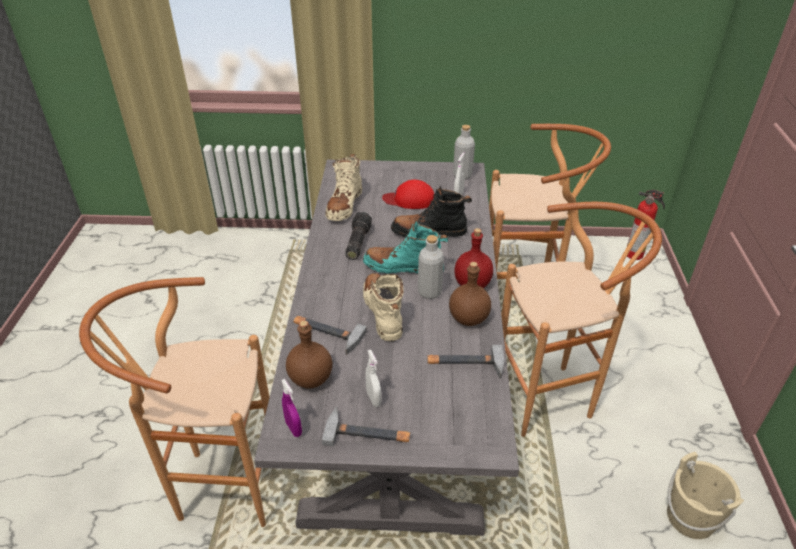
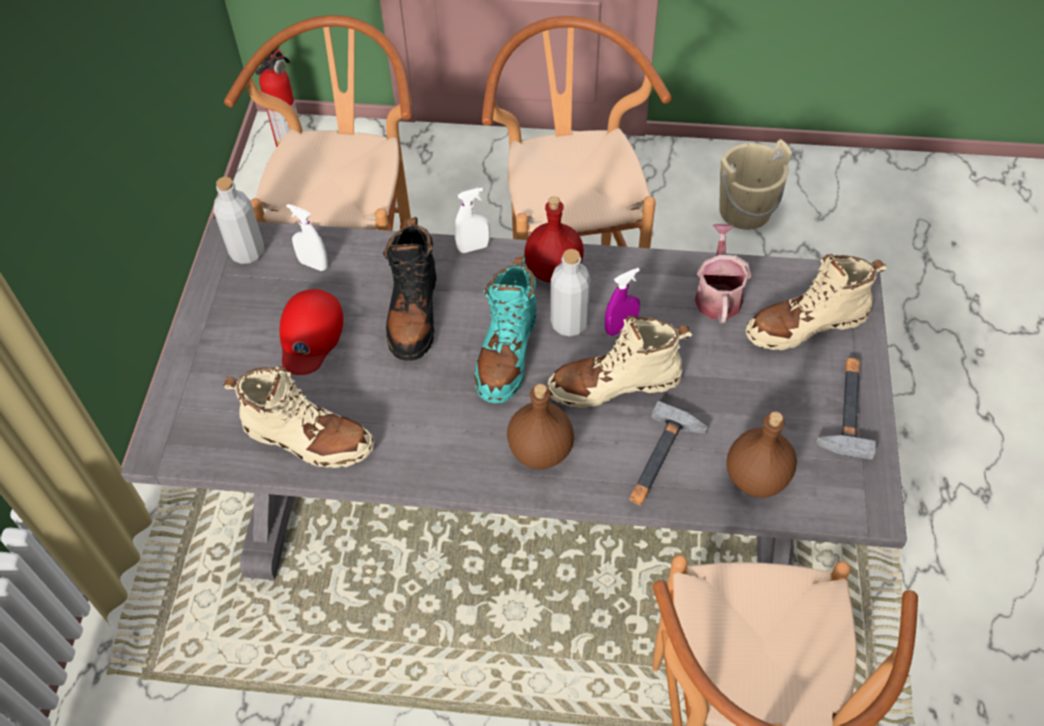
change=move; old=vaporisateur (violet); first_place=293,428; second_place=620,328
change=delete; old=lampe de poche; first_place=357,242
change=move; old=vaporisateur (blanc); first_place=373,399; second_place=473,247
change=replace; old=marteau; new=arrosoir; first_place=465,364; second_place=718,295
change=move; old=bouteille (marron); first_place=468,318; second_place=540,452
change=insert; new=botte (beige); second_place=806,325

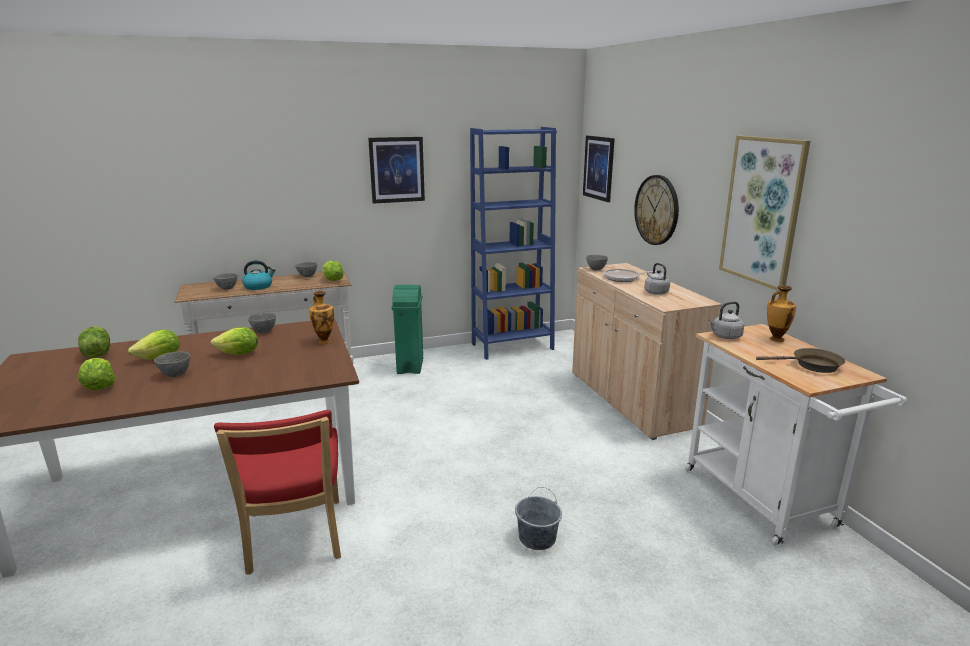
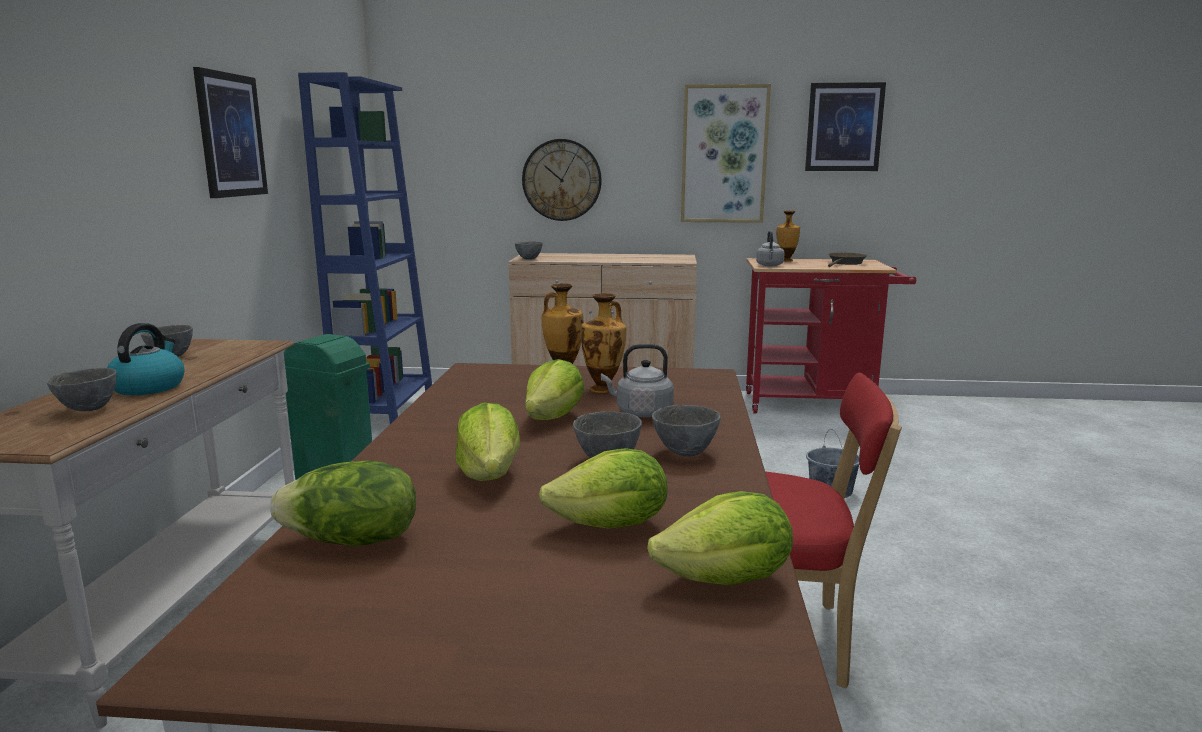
change=move; old=bol (gris); first_place=263,332; second_place=686,453
change=move; old=laitue; first_place=332,280; second_place=727,581
change=move; old=tableau; first_place=598,168; second_place=844,127
change=delete; old=poêle; first_place=623,278
change=move; old=bouilloire (gris); first_place=655,292; second_place=641,413
change=recolor; old=chariot (blanc); new=chariot (rouge); first_place=766,503; second_place=816,404
change=insert; new=vase; second_place=603,389

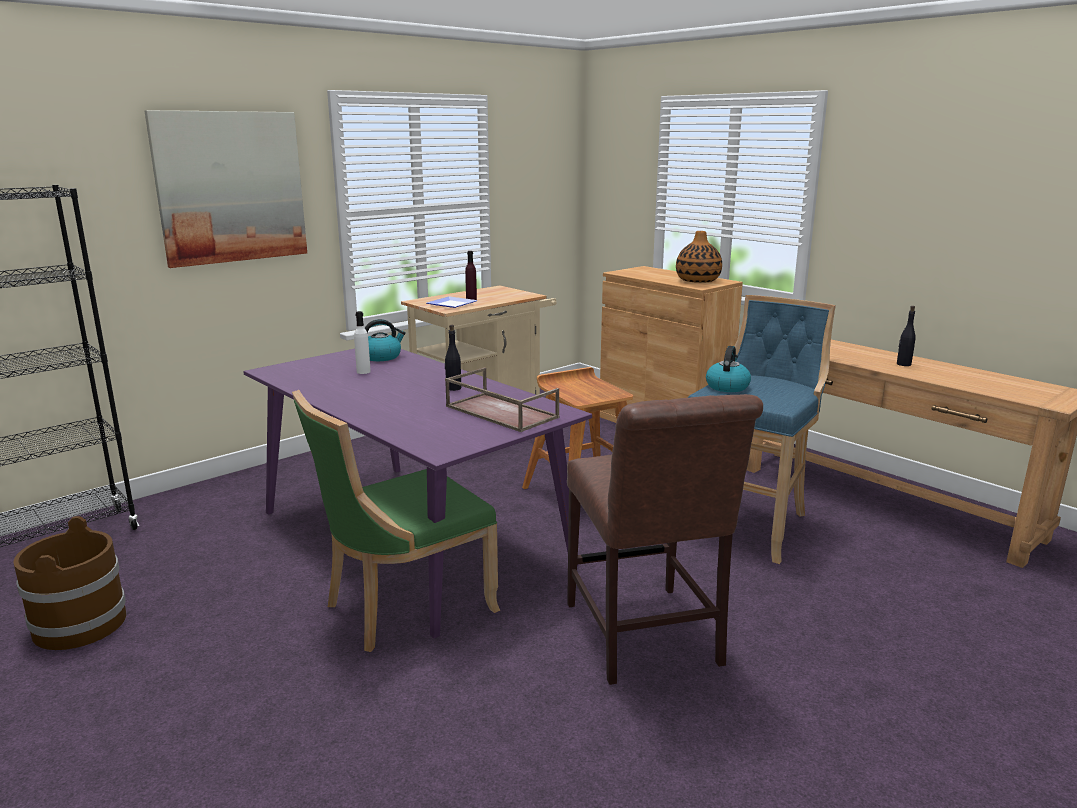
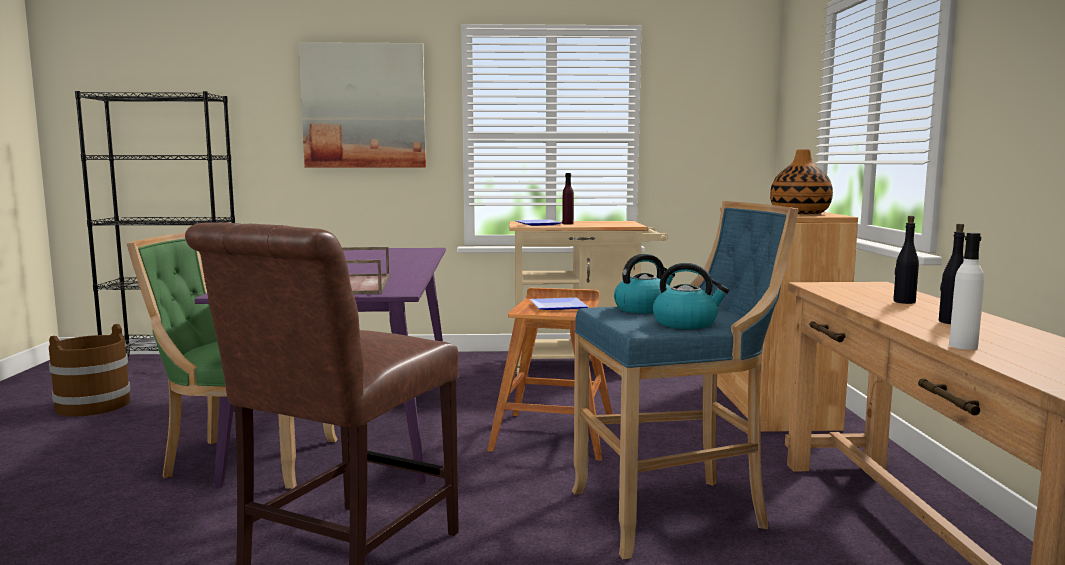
change=move; old=bouteille (blanc); first_place=363,371; second_place=963,346
change=move; old=bouilloire; first_place=382,357; second_place=686,323
change=move; old=bouteille (noir); first_place=453,388; second_place=904,302
change=insert; new=assiette; second_place=560,307

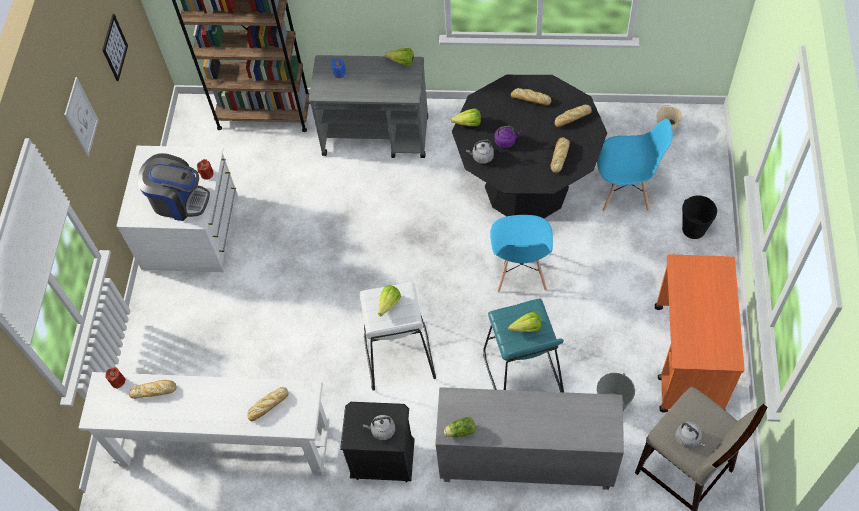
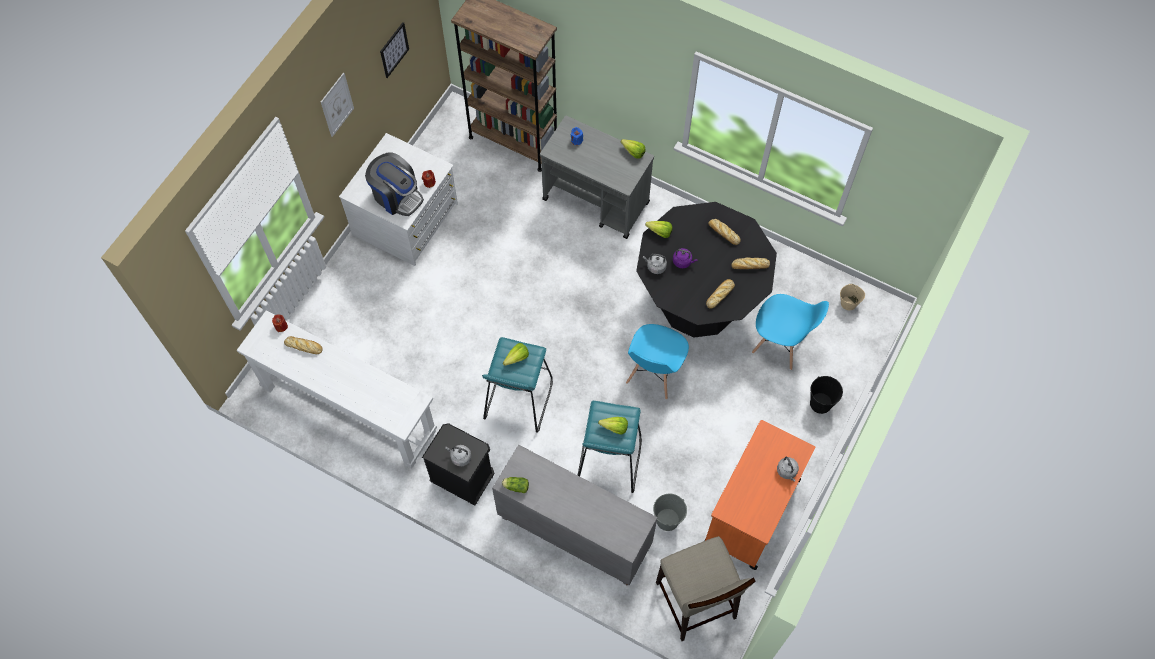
change=delete; old=pain; first_place=267,406
change=recolor; old=tabouret (blanc); new=tabouret (turquoise); first_place=398,356; second_place=518,400
change=move; old=bouilloire (gris); first_place=688,439; second_place=787,471

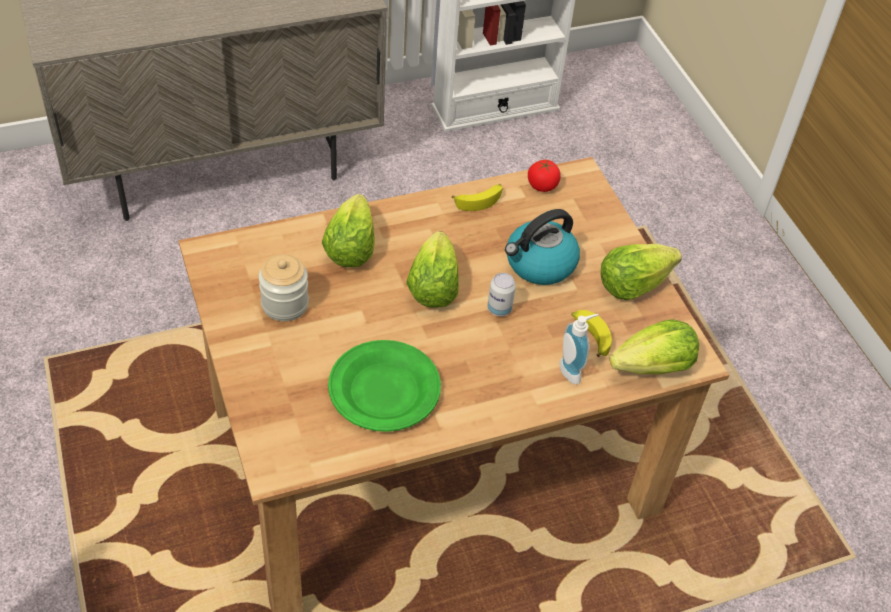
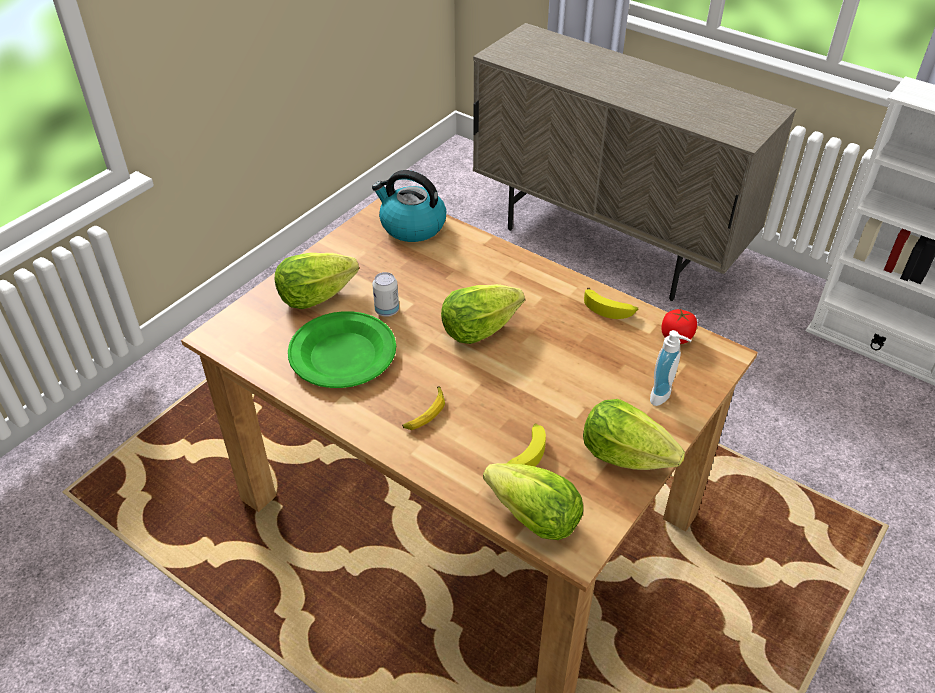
change=delete; old=bocal; first_place=285,304
change=move; old=laitue; first_place=350,249; second_place=315,296
change=move; old=boîte métallique; first_place=499,309; second_place=387,310
change=move; old=bouilloire; first_place=539,264; second_place=411,226
change=move; old=distributeur de savon; first_place=573,370; second_place=664,396
change=insert; new=banane; second_place=425,413

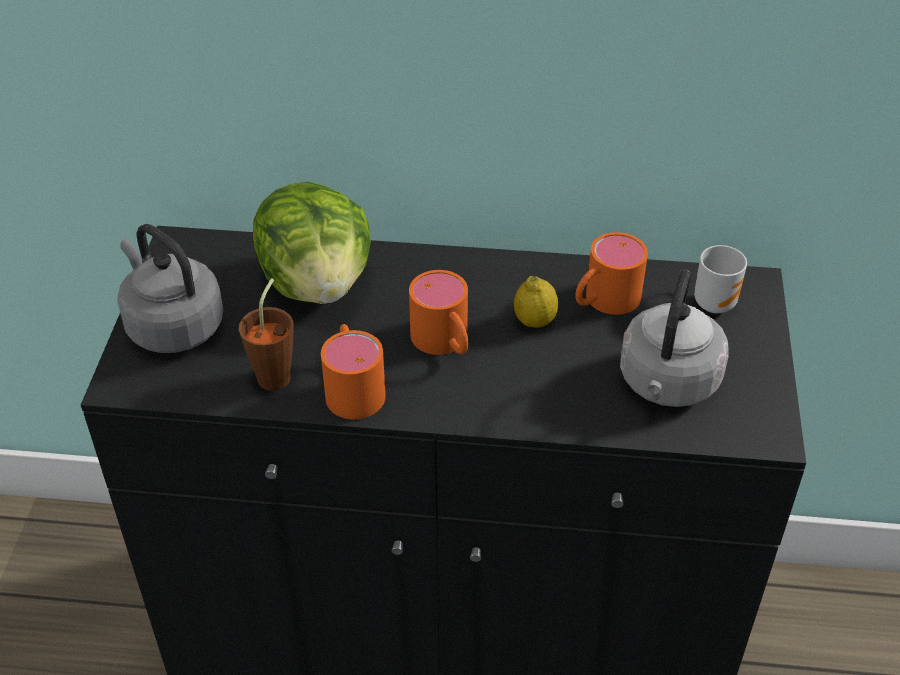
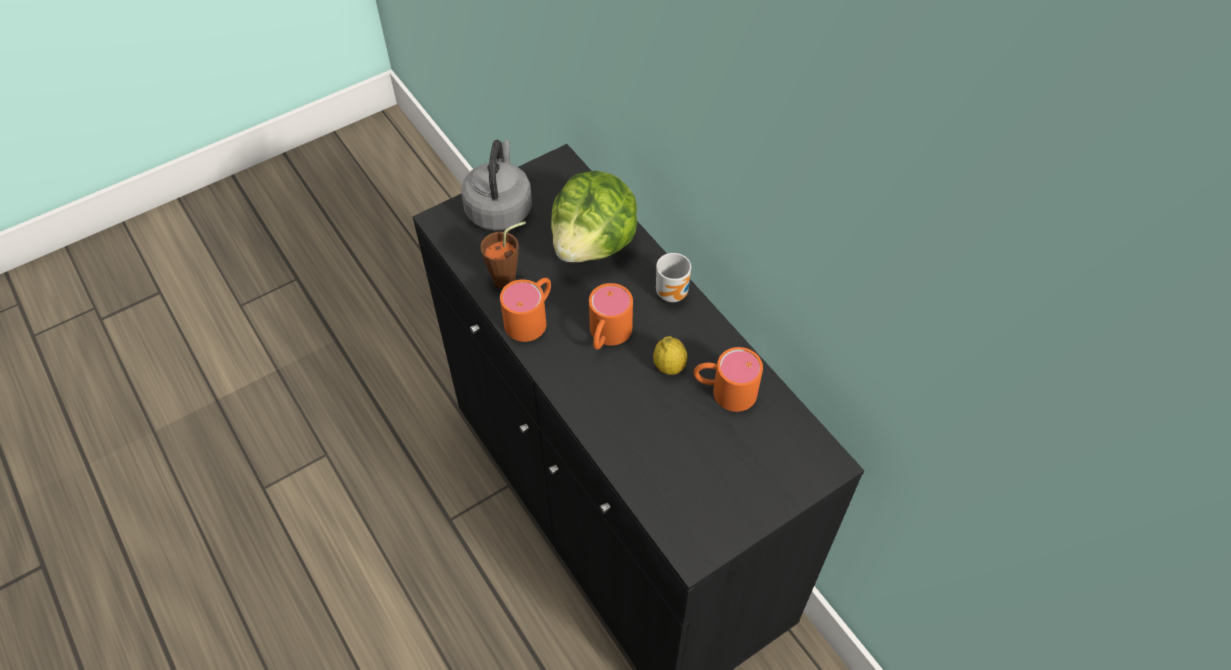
change=delete; old=bouilloire (gris); first_place=667,384
change=move; old=mug; first_place=714,302; second_place=674,293

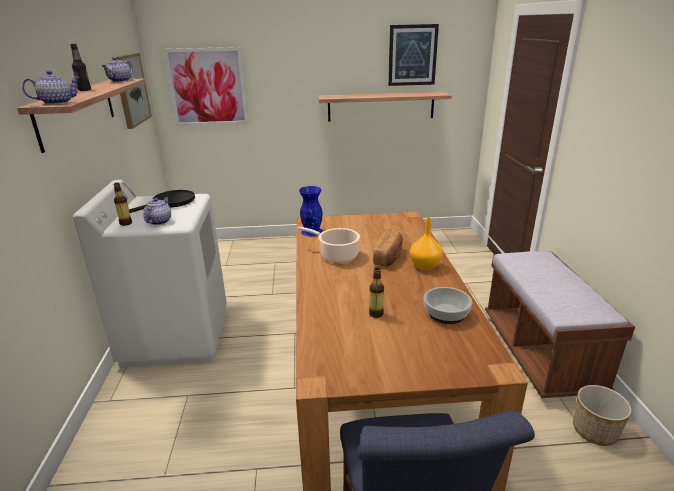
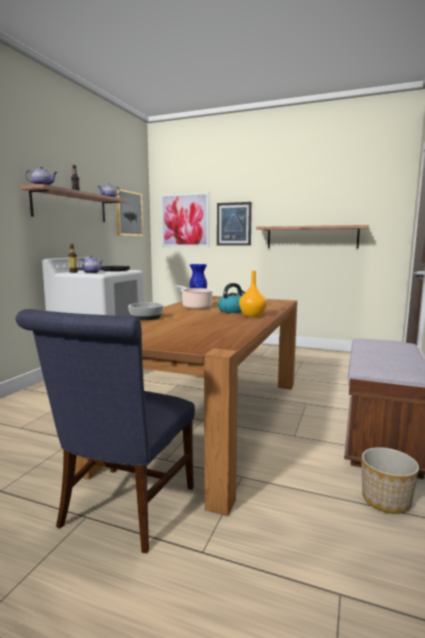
change=delete; old=bouteille; first_place=376,314
change=replace; old=pain; new=bouilloire; first_place=389,257; second_place=232,311
change=move; old=tableau; first_place=412,55; second_place=234,224
change=move; old=bol; first_place=445,313; second_place=146,317

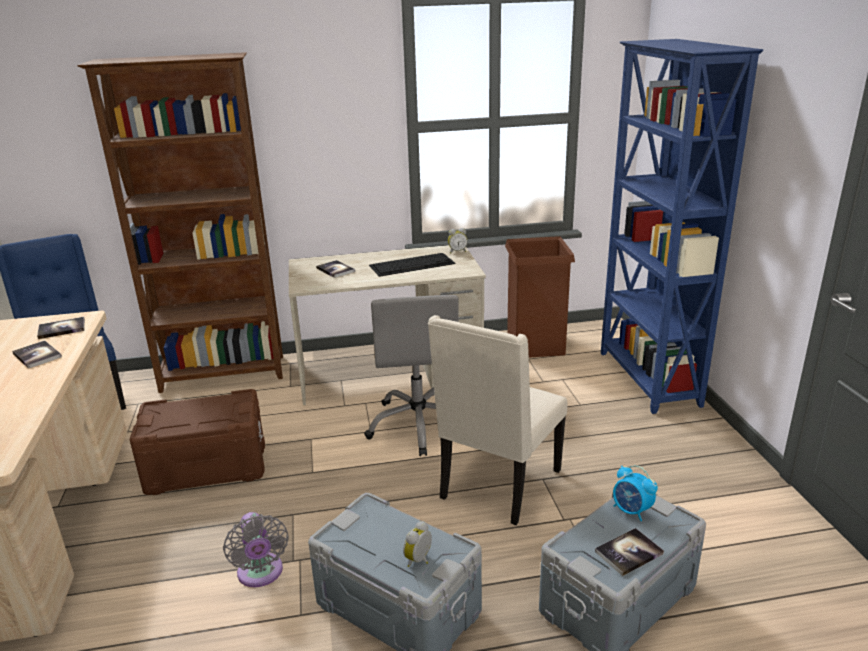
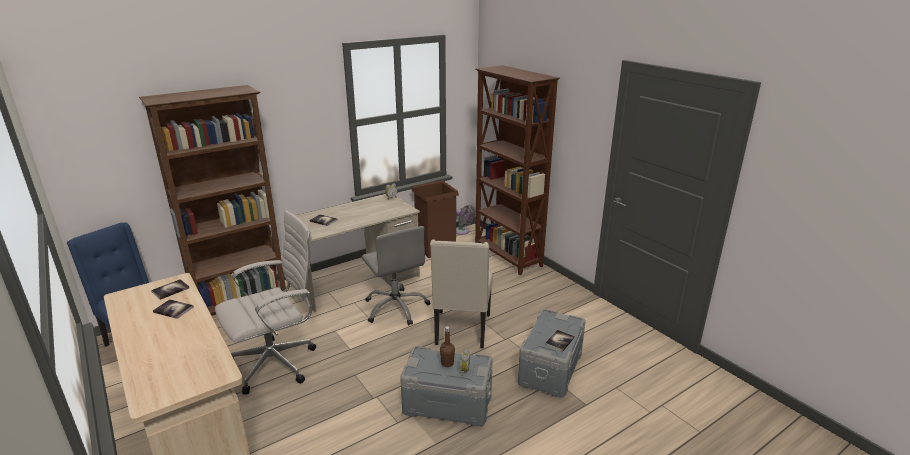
change=replace; old=boîte de rangement (marron); new=chaise de bureau (blanc); first_place=207,468; second_place=278,363
change=move; old=ventilateur (gris); first_place=261,574; second_place=462,231
change=delete; old=clavier; first_place=412,264
change=recolor; old=bibliothèque (bleu); new=bibliothèque (marron); first_place=647,379; second_place=507,257
change=delete; old=réveil; first_place=631,511
change=insert; new=bouteille (marron); second_place=447,363

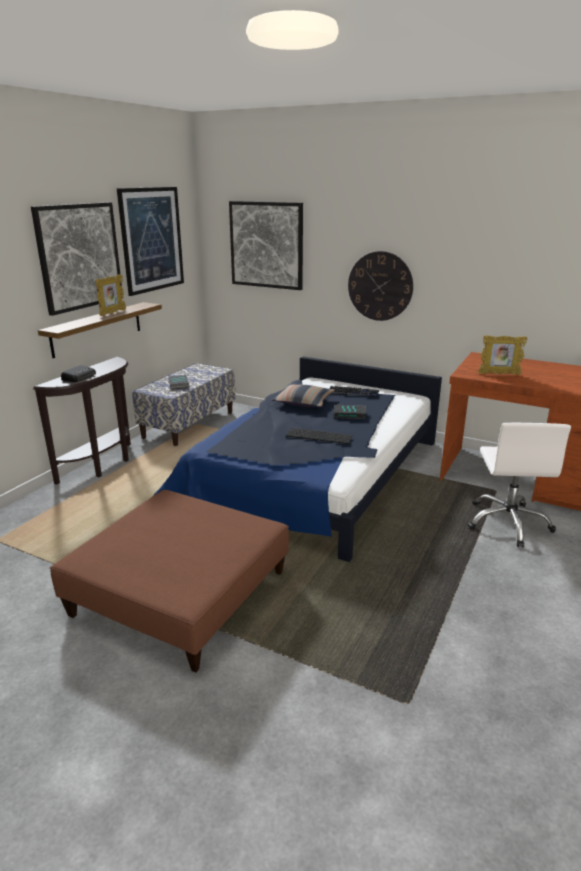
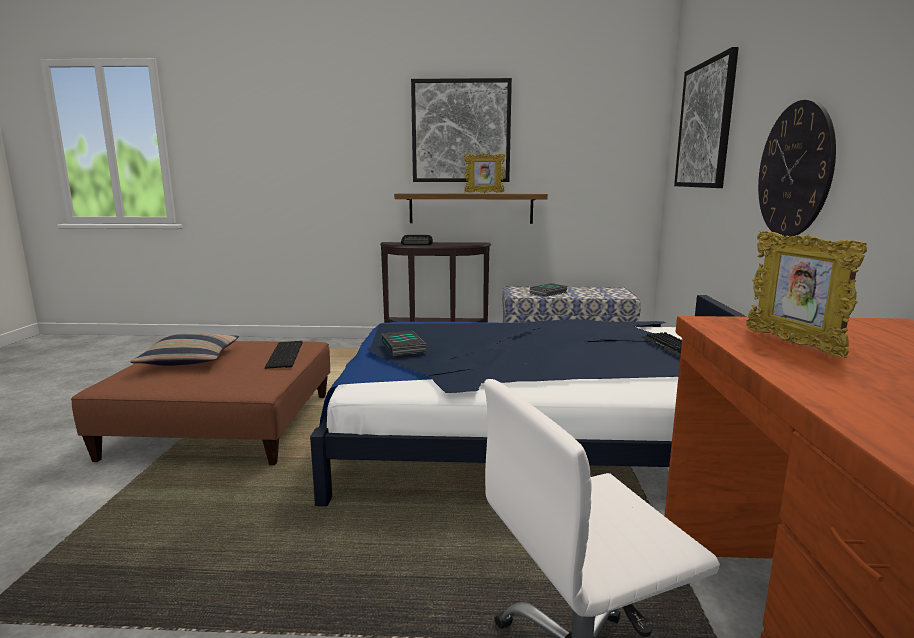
change=delete; old=tableau; first_place=152,240
change=move; old=coussin; first_place=304,402; second_place=190,360
change=move; old=clavier; first_place=320,436; second_place=286,354
change=move; old=livre; first_place=349,414; second_place=404,347

